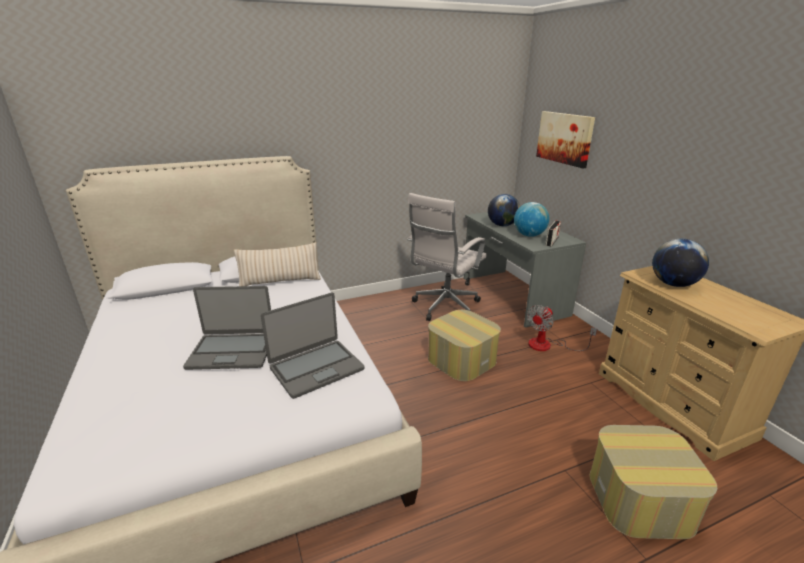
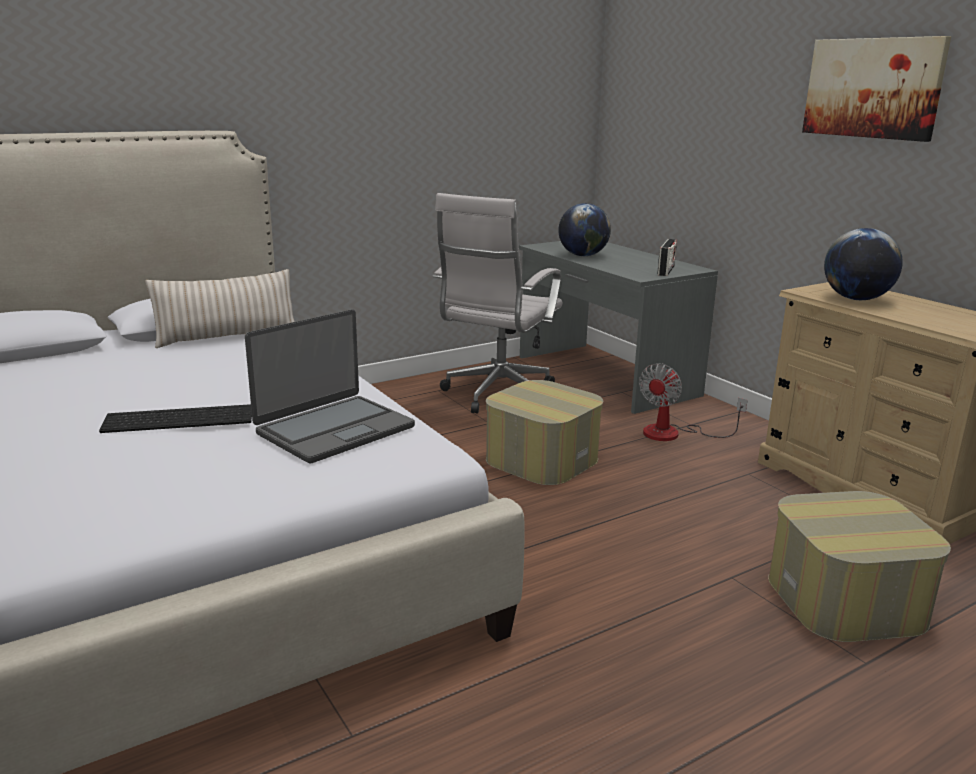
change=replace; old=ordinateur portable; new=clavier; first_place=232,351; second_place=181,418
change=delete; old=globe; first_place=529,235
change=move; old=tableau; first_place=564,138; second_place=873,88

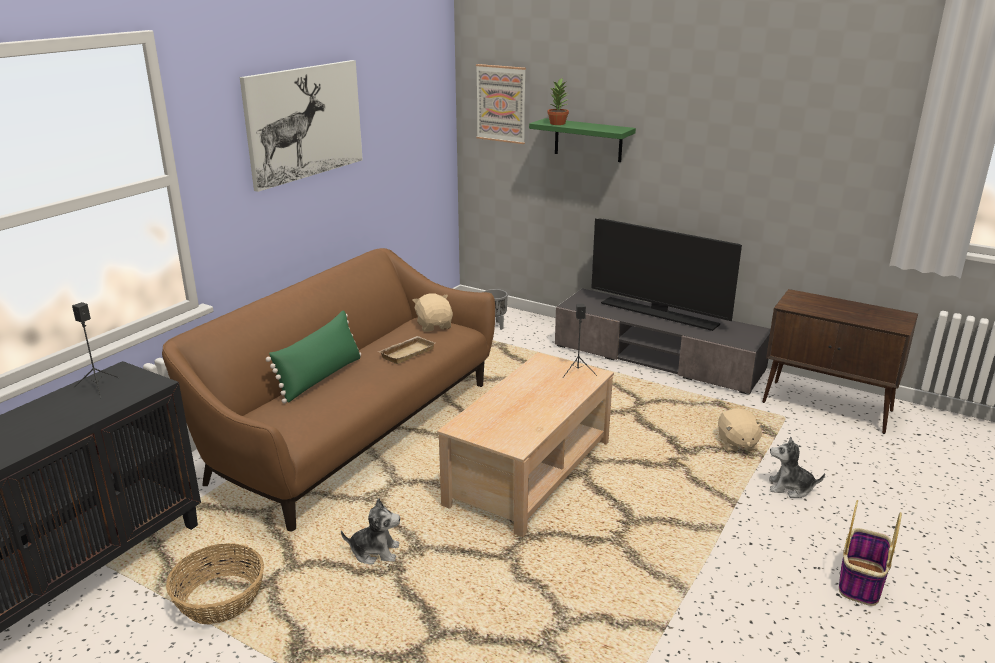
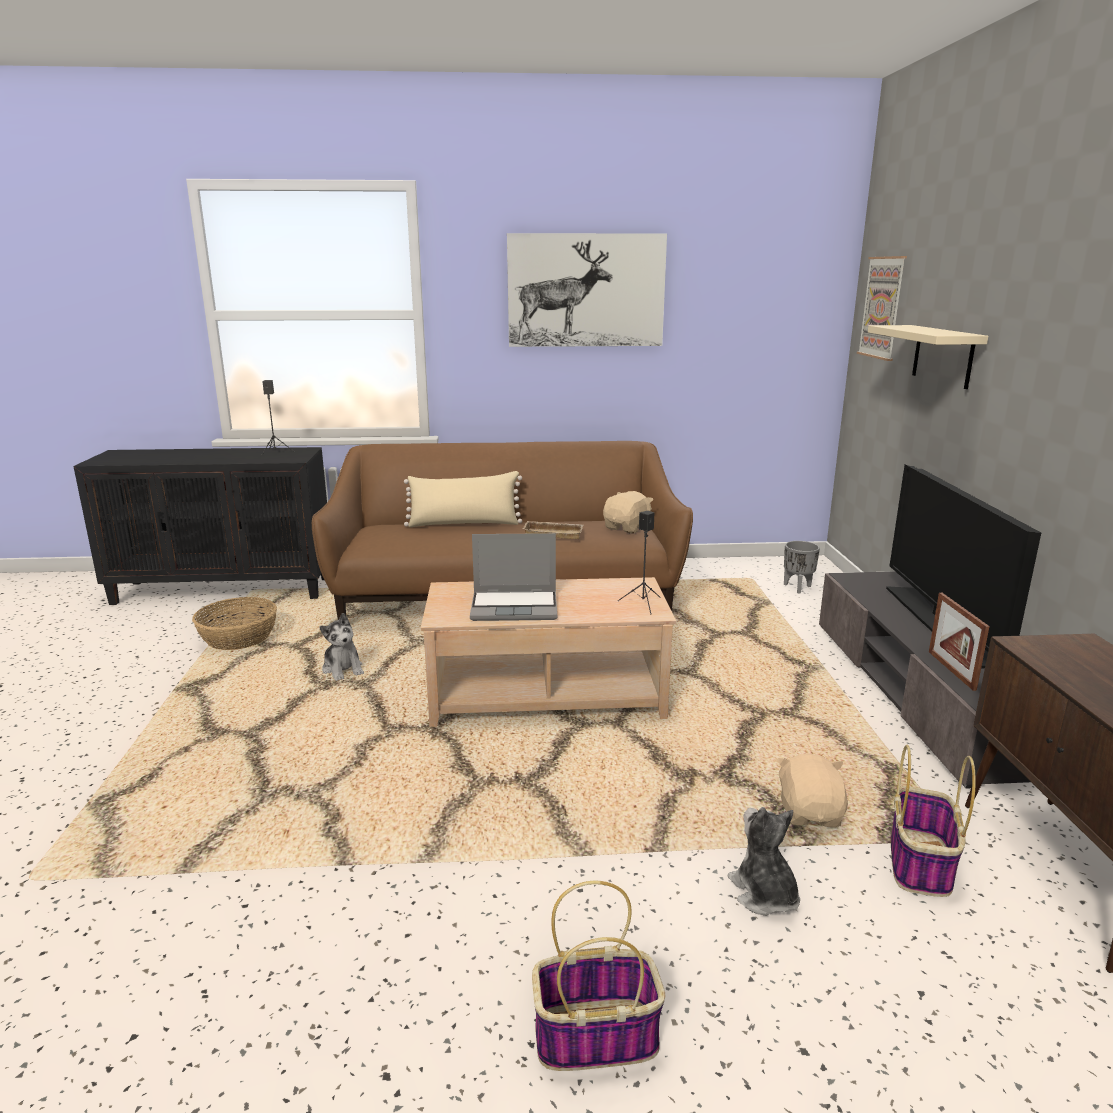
change=recolor; old=coussin (vert); new=coussin (beige); first_place=320,377; second_place=464,524
change=recolor; old=étagère (vert); new=étagère (beige); first_place=588,140; second_place=943,356
change=delete; old=plante en pot; first_place=558,123
change=rotate; old=peluche (beige); first_place=736,444; second_place=810,813; degrees=135
change=insert; new=ordinateur portable; second_place=515,607
change=insert; new=panier; second_place=920,864
change=insert; new=cadre photo; second_place=951,670

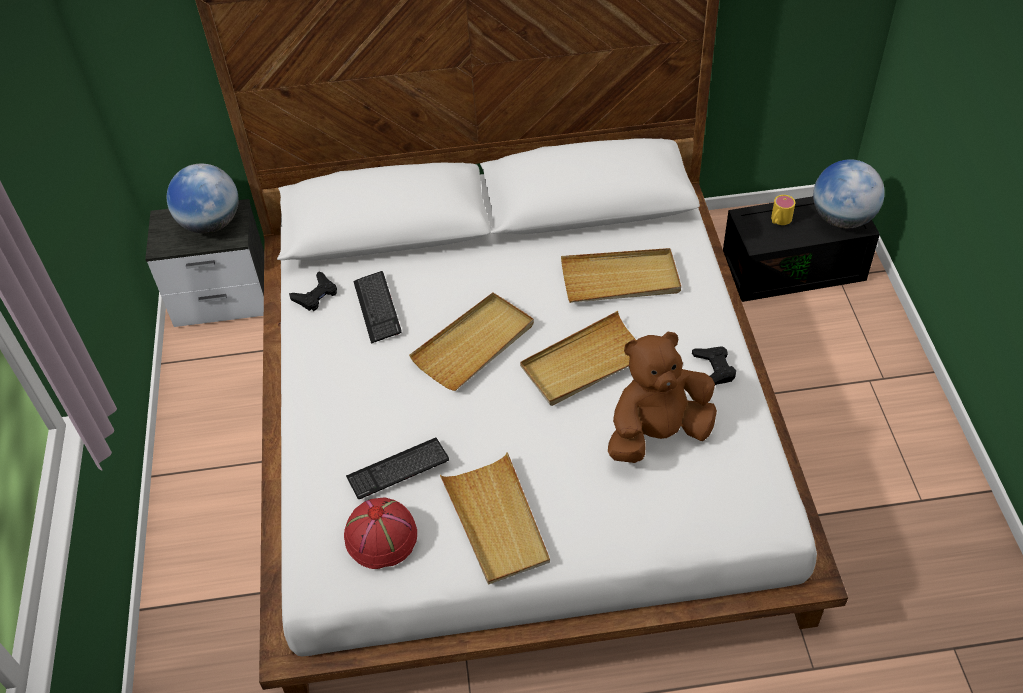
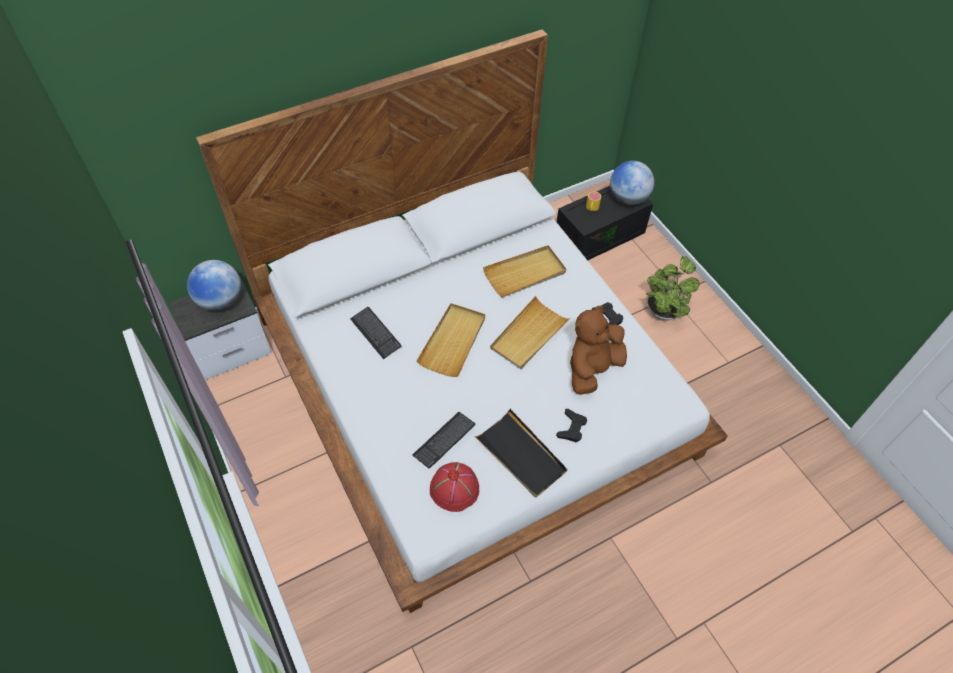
change=move; old=manette (noir); first_place=316,295; second_place=571,428
change=recolor; old=plateau (beige); new=plateau (noir); first_place=496,521; second_place=521,455
change=insert; new=plante en pot; second_place=663,310

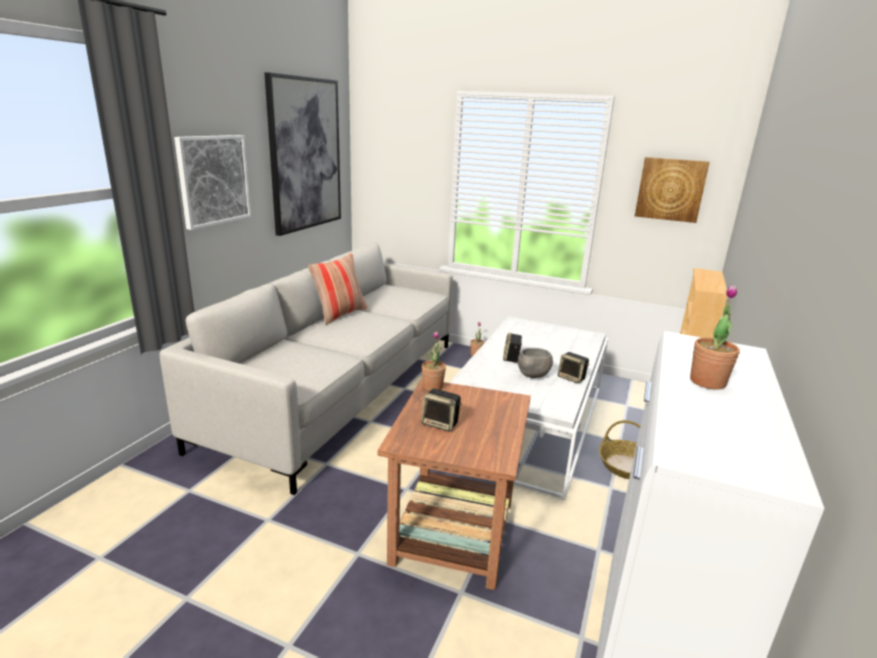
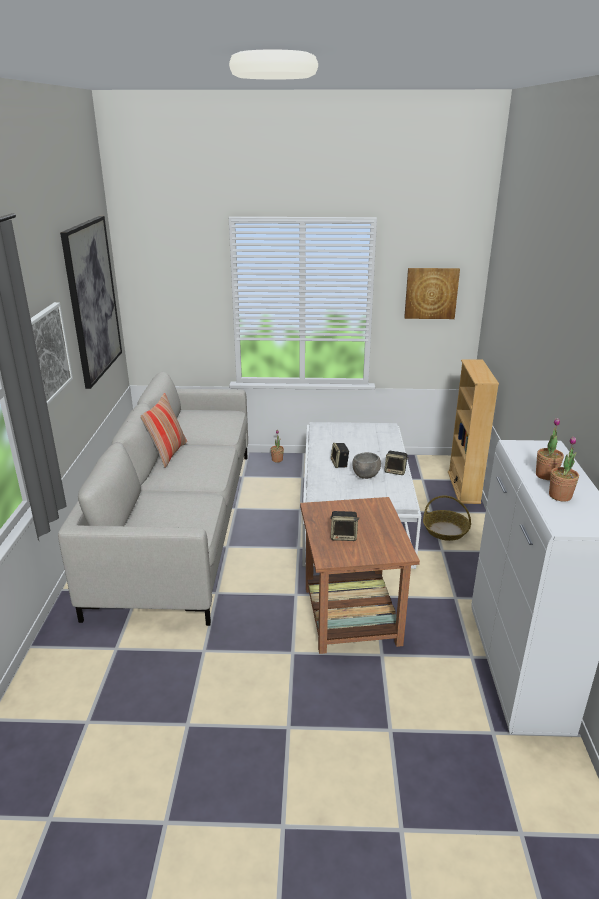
change=move; old=plante en pot; first_place=432,387; second_place=560,496

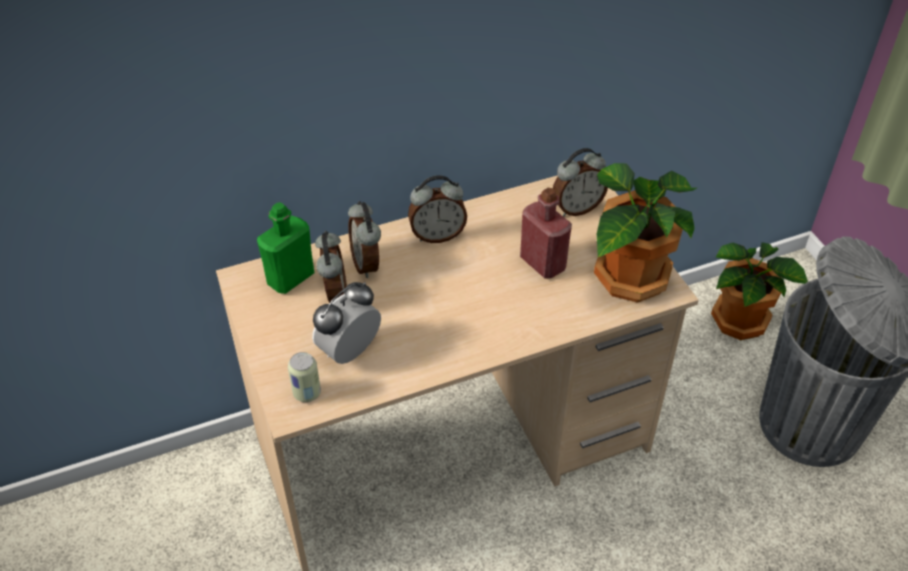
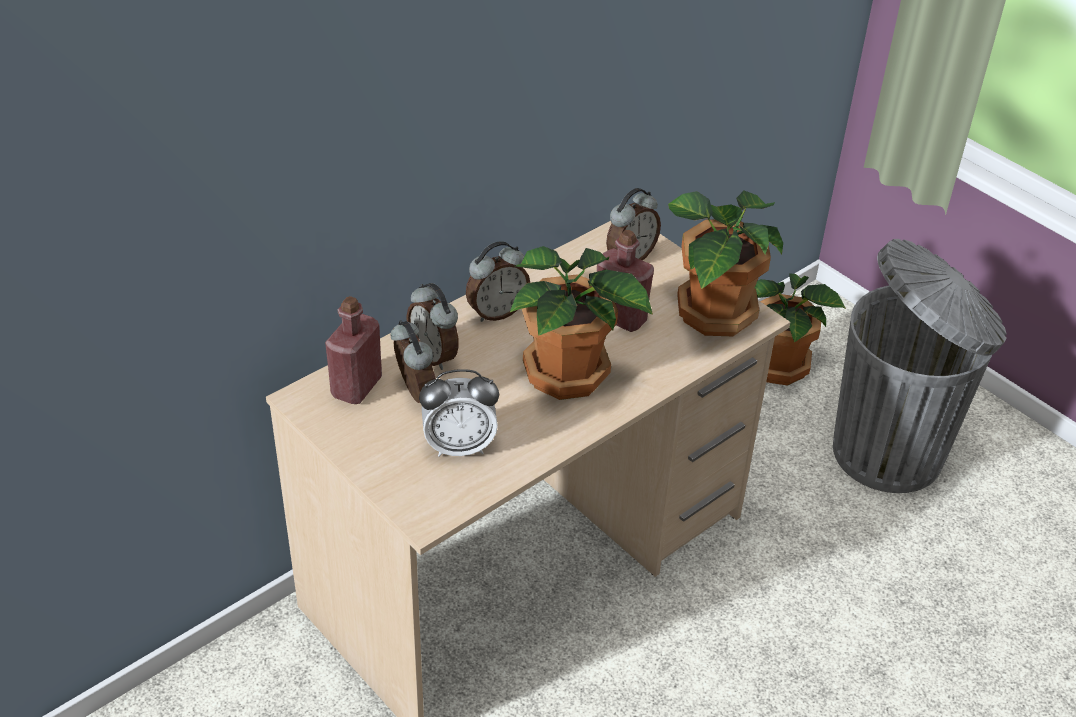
change=recolor; old=bouteille (vert); new=bouteille (rouge); first_place=290,278; second_place=356,387
change=delete; old=boîte métallique; first_place=307,393
change=rotate; old=réveil; first_place=349,351; second_place=459,446; degrees=-120
change=insert; new=plante en pot; second_place=568,375

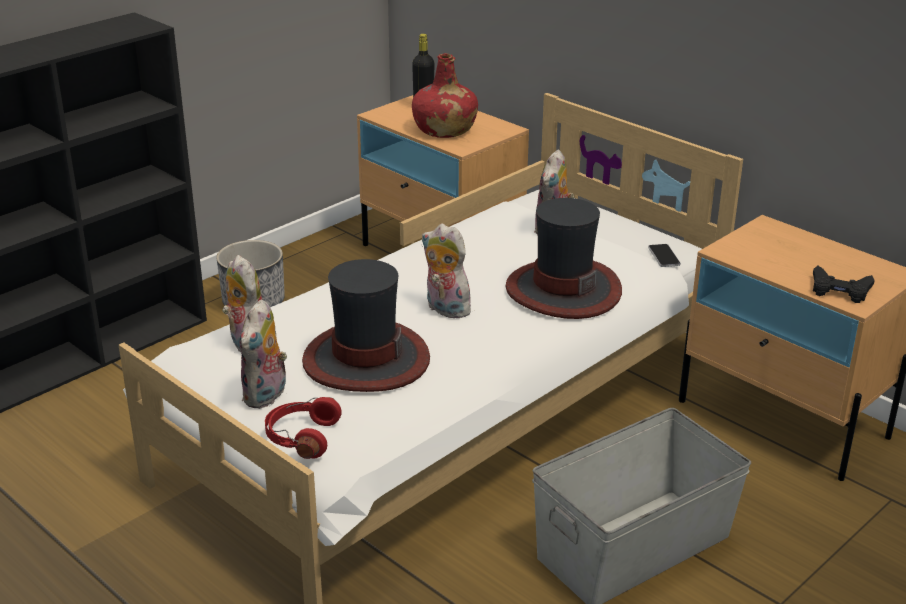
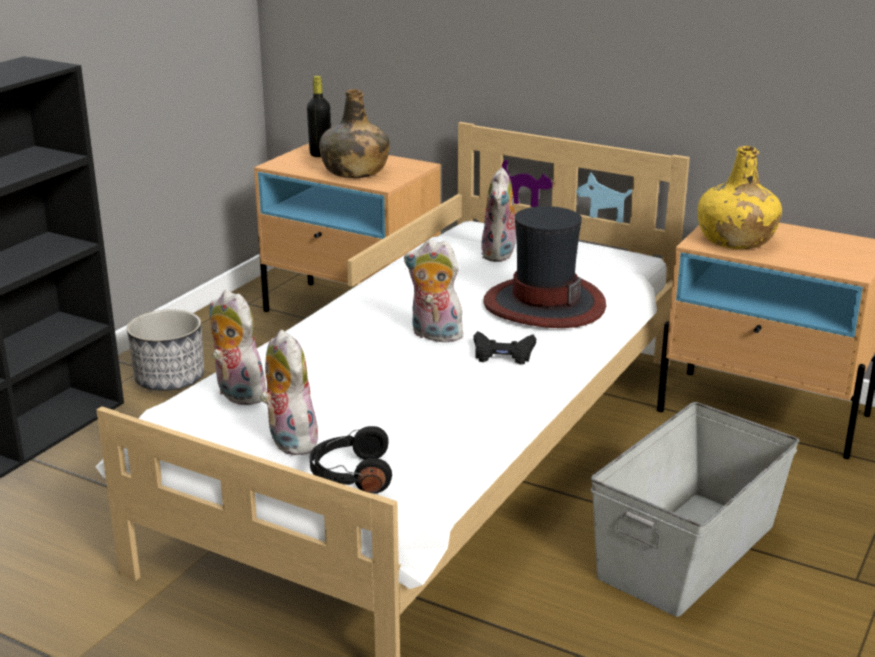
change=rotate; old=peluche; first_place=266,396; second_place=288,441; degrees=150
change=recolor; old=casque audio (rouge); new=casque audio (noir); first_place=301,437; second_place=351,475
change=delete; old=chapeau; first_place=365,360
change=recolor; old=bouteille (rouge); new=bouteille (vert); first_place=444,130; second_place=354,171
change=delete; old=téléphone; first_place=664,256
change=move; old=manette (noir); first_place=840,290; second_place=503,353
change=insert; new=bouteille (jaune); second_place=735,240

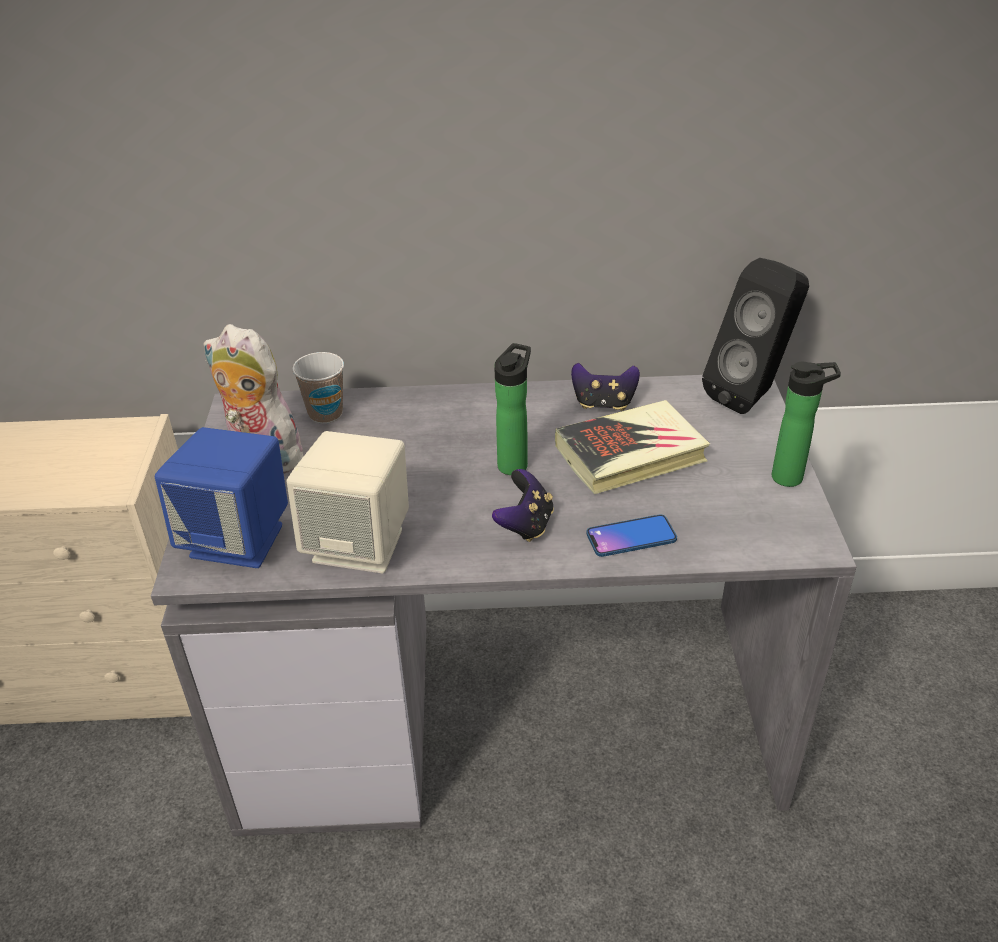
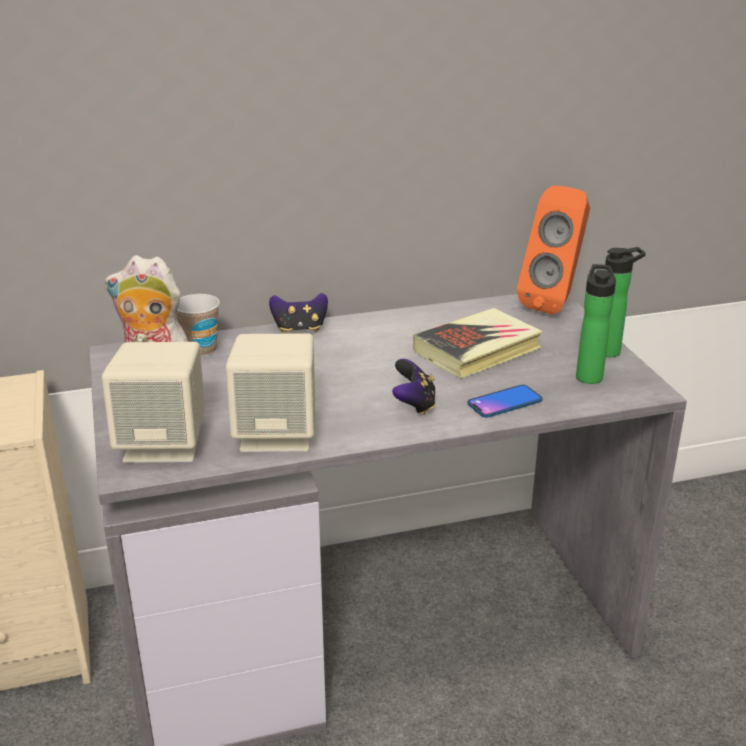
change=recolor; old=enceinte (bleu); new=enceinte (beige); first_place=238,540; second_place=164,445
change=move; old=bouteille; first_place=514,463; second_place=589,375
change=move; old=manette; first_place=603,404; second_place=300,329
change=recolor; old=enceinte (noir); new=enceinte (orange); first_place=752,395; second_place=554,304

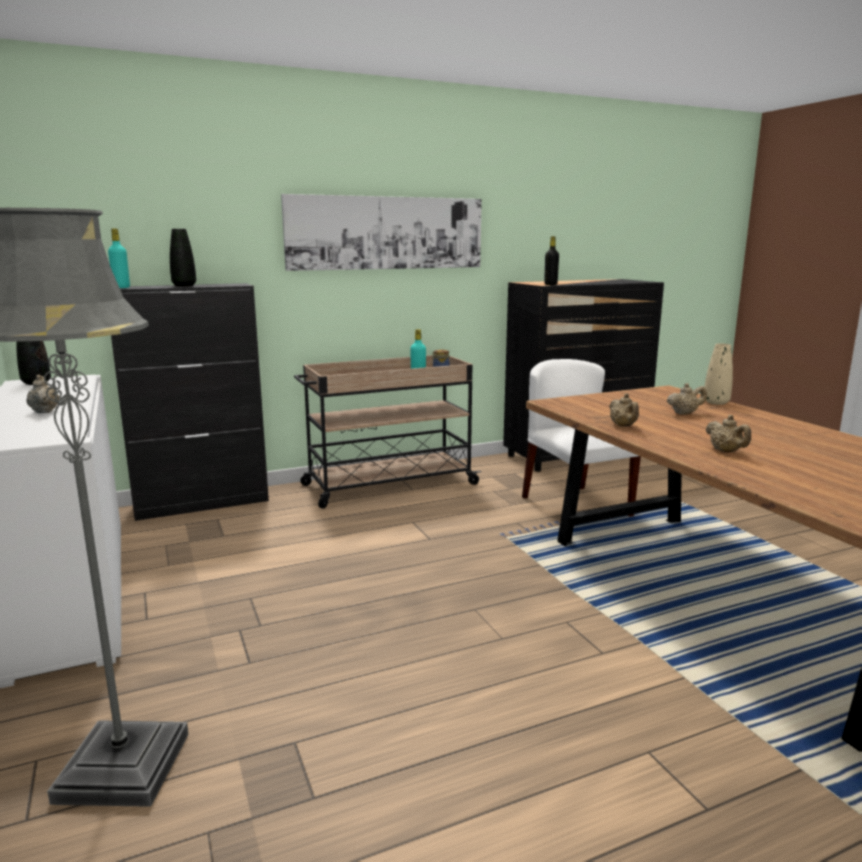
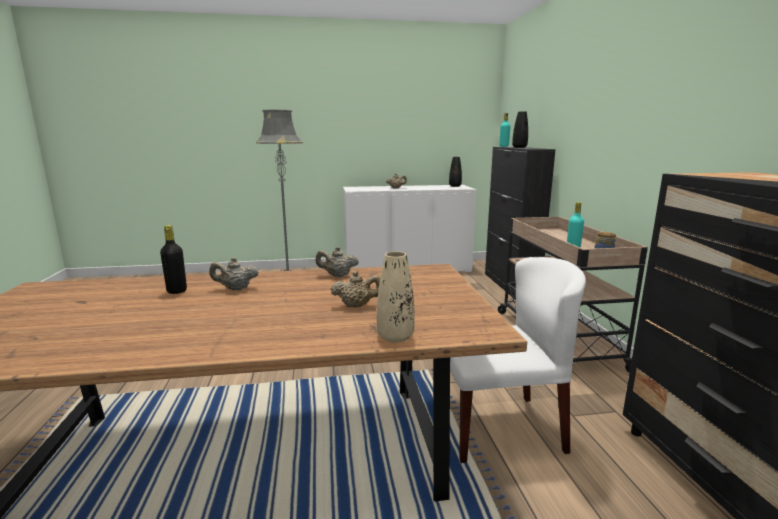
change=delete; old=tableau; first_place=386,233
change=move; old=bouteille (noir); first_place=550,284; second_place=177,291
change=rotate; old=théière (beige); first_place=684,413; second_place=357,305; degrees=-90

